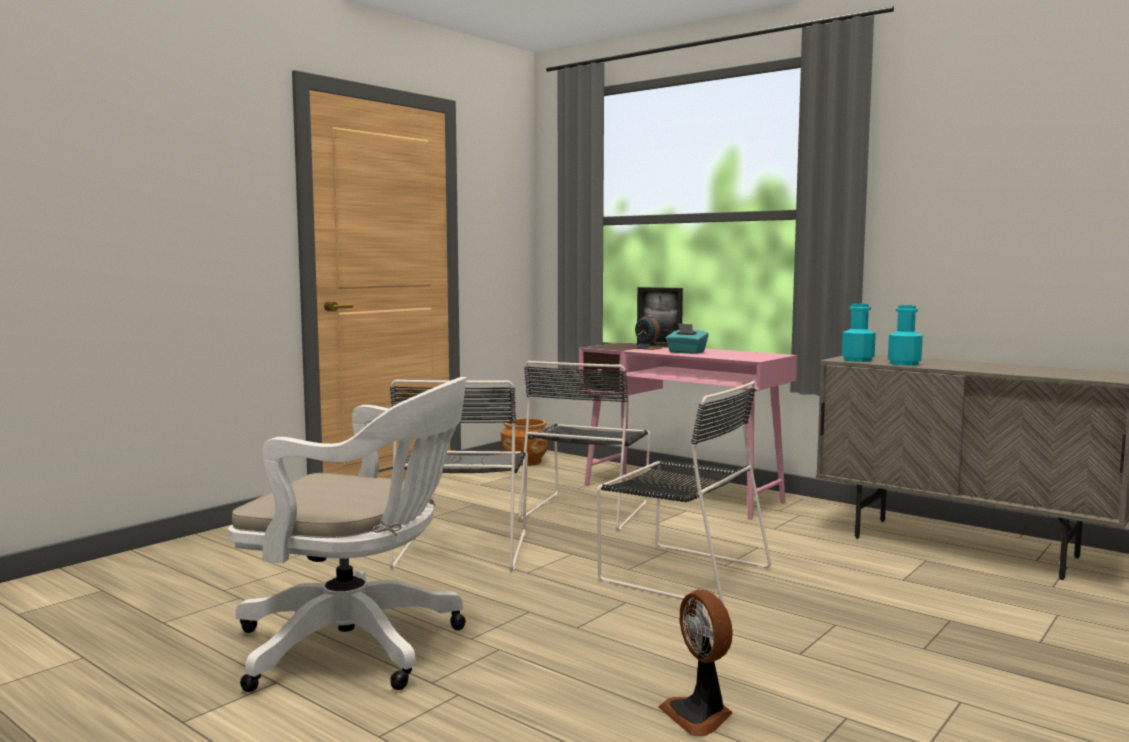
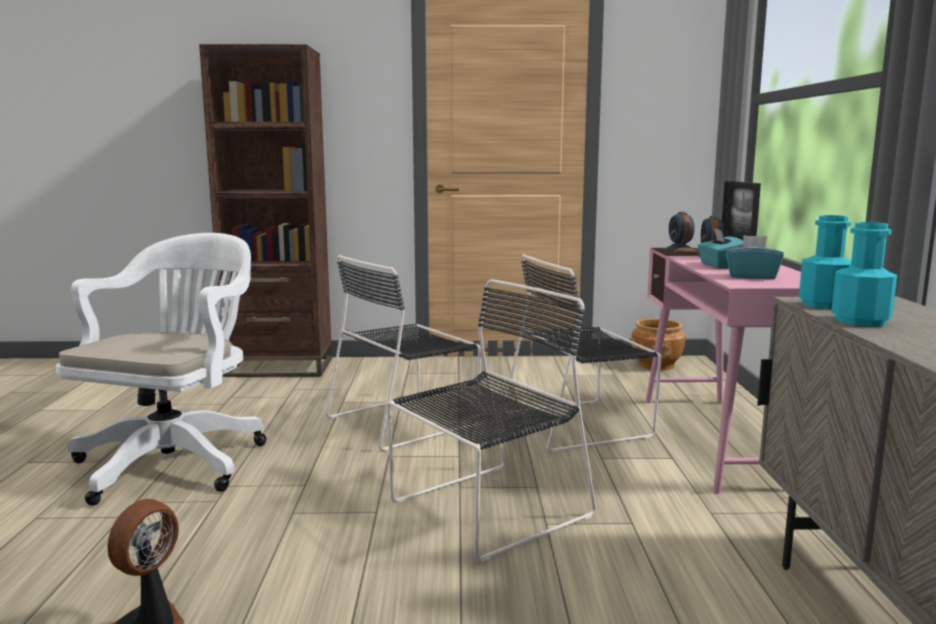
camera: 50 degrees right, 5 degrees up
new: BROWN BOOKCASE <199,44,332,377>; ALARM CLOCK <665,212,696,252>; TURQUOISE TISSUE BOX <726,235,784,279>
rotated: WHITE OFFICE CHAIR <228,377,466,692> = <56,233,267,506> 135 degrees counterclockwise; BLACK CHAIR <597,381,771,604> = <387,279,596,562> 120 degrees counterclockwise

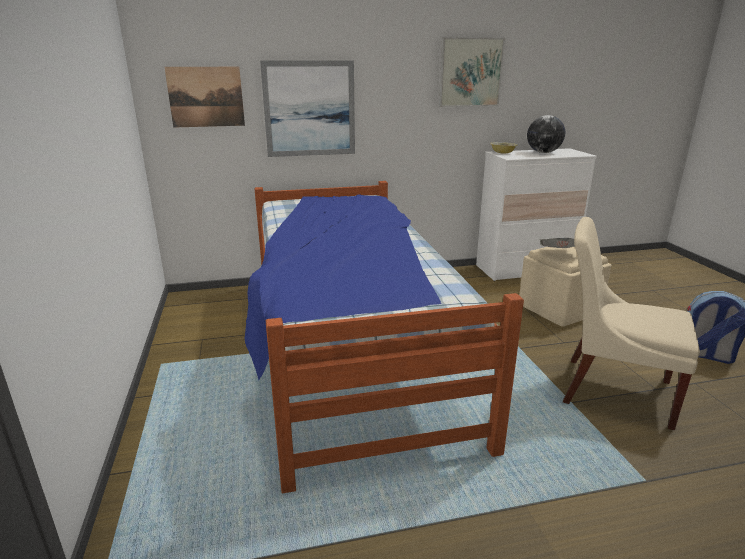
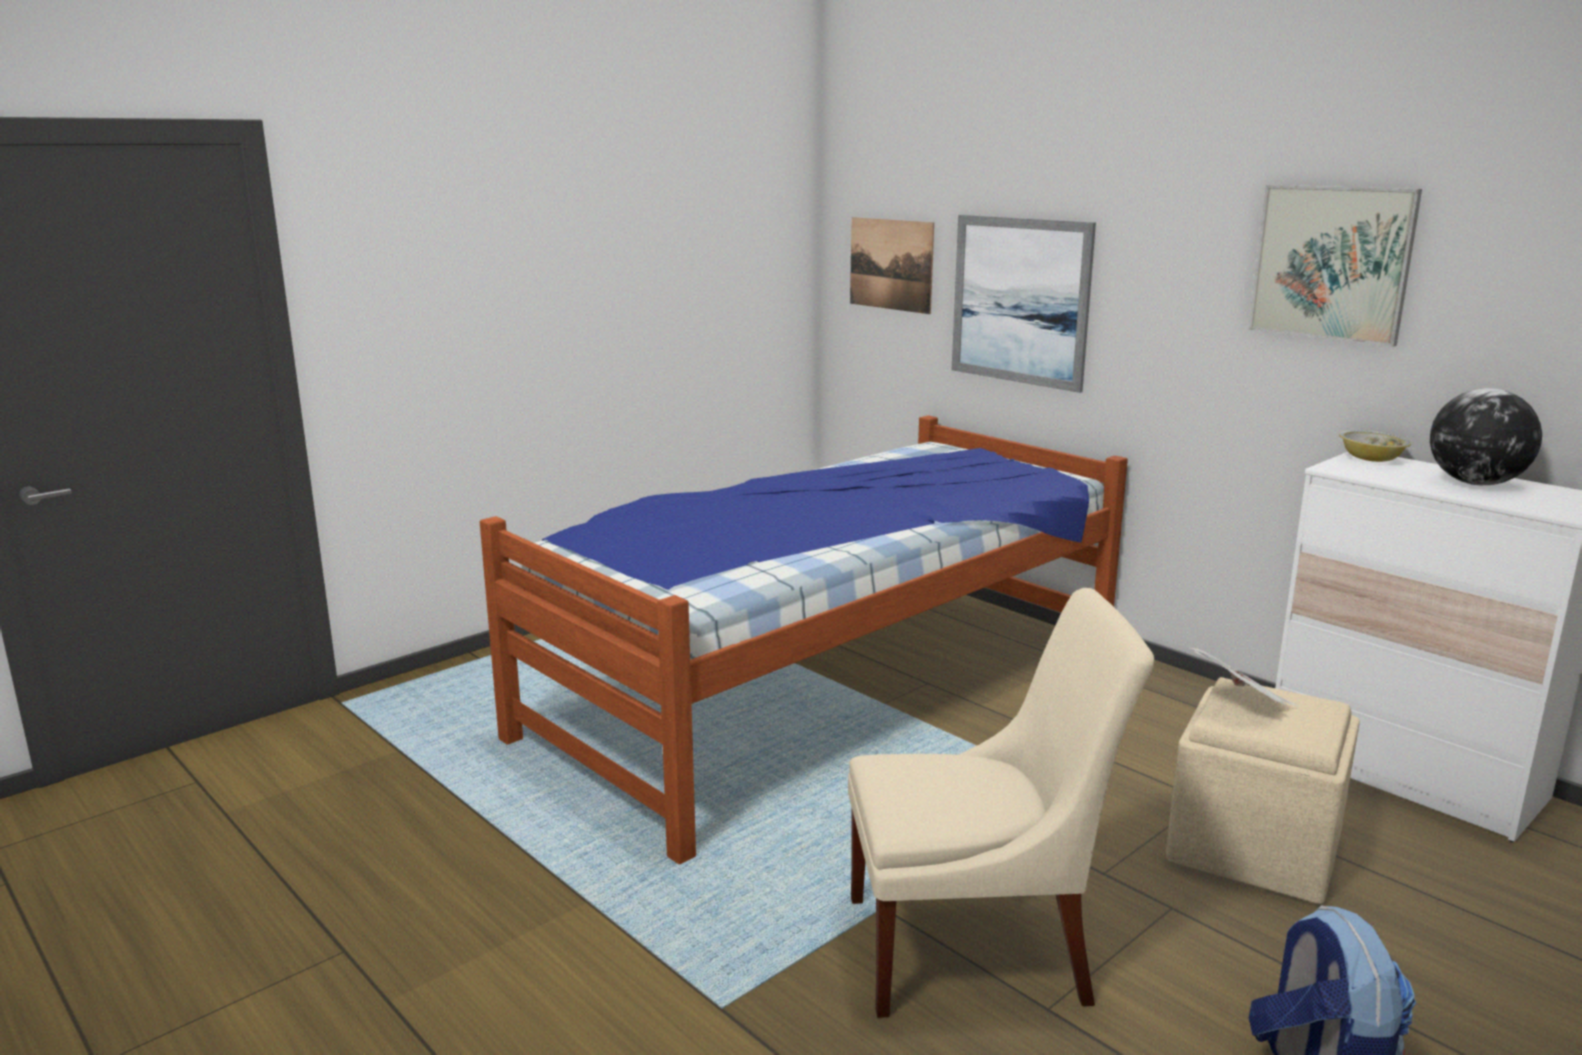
camera: 60 degrees right, 5 degrees down
rotated: BEIGE CHAIR <563,217,700,430> = <848,588,1154,1018> 90 degrees clockwise

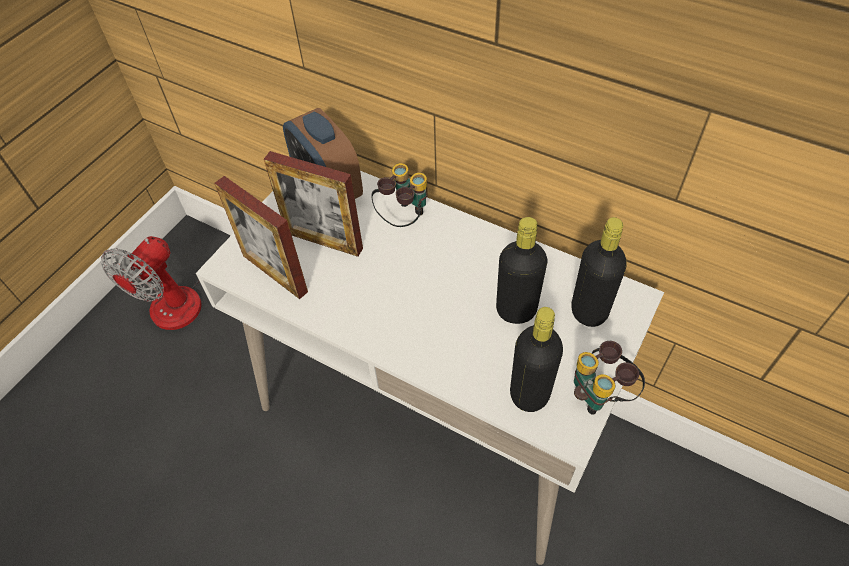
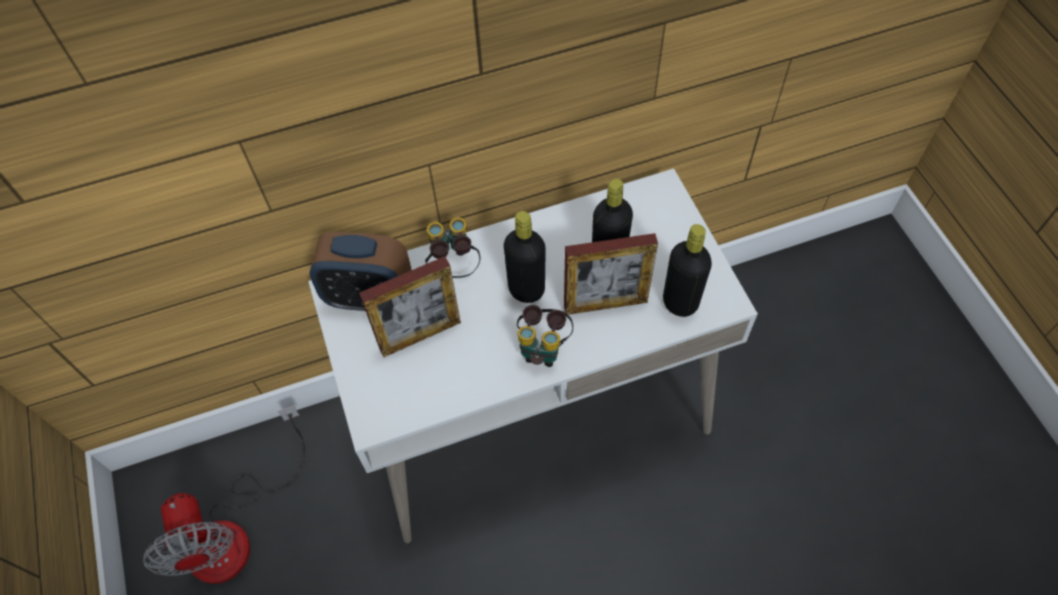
camera: 50 degrees left, 5 degrees up
shifted: PICTURE FRAME <214,176,308,299> to <564,233,658,315>; BLACK BOTTLE <571,217,627,327> to <504,211,546,303>; BINOCULARS <574,341,645,415> to <517,305,573,367>

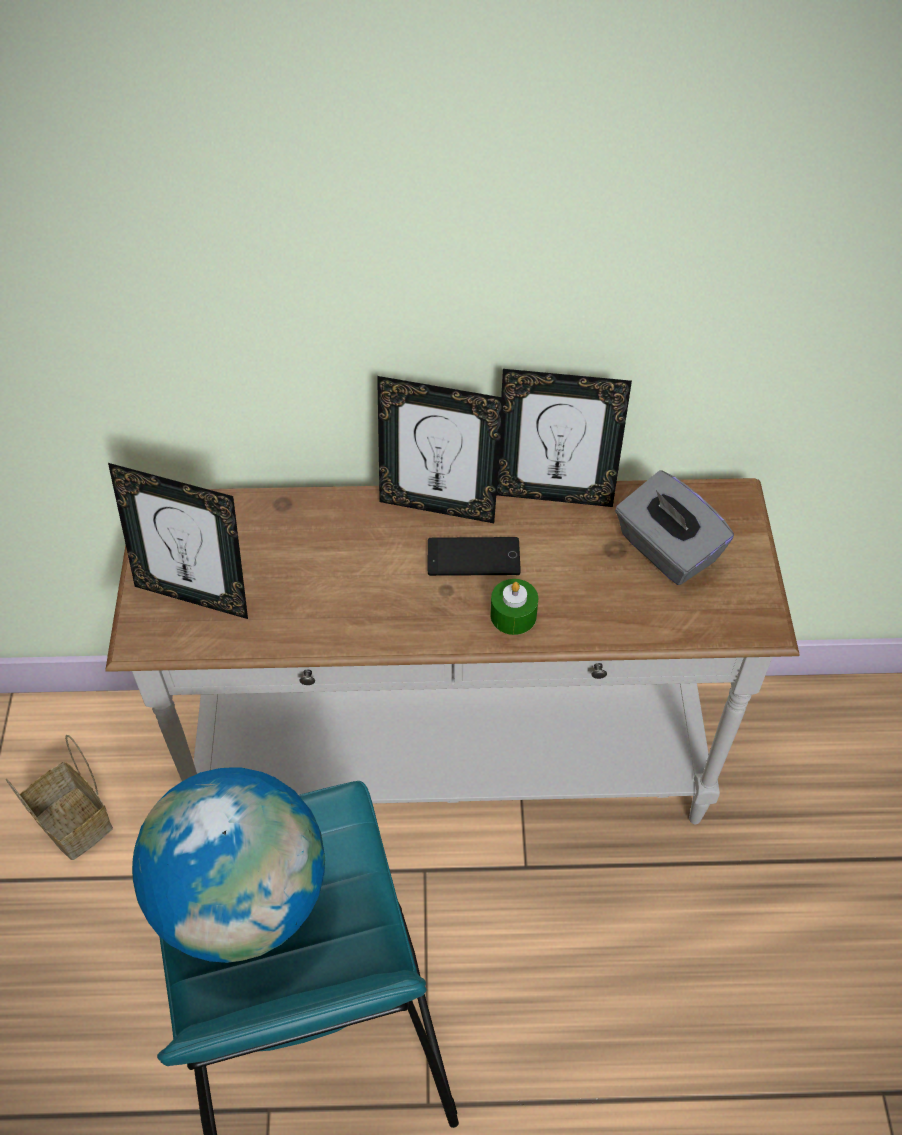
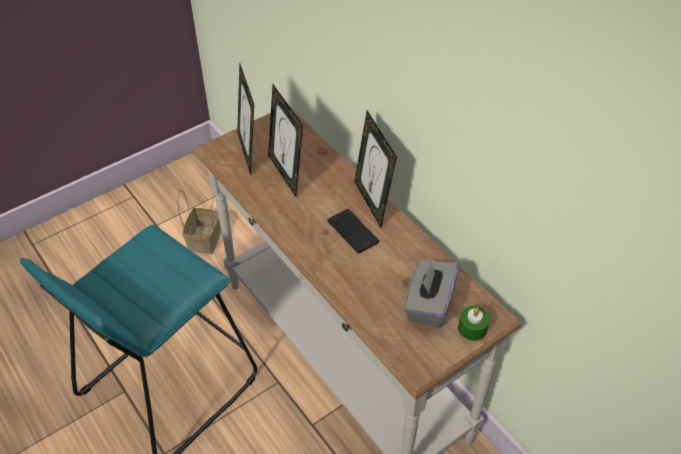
camera: 55 degrees right, 5 degrees down
gone: GLOBE <132,767,325,963>
shifted: GREEN CANDLE <490,579,538,635> to <458,306,490,341>; PICTURE FRAME <496,369,632,507> to <268,85,303,197>

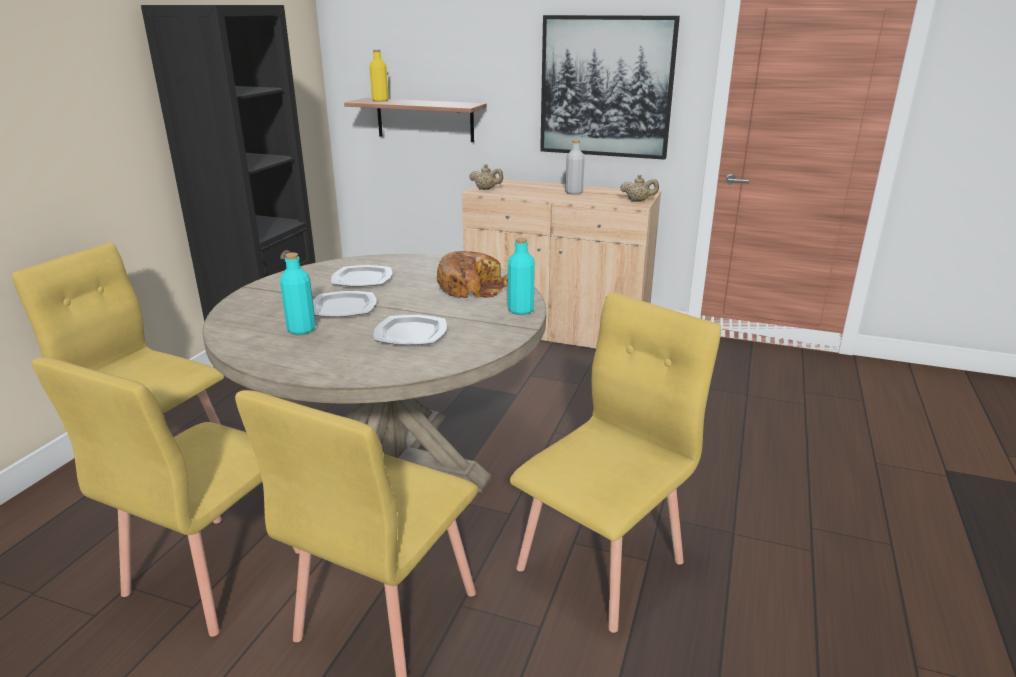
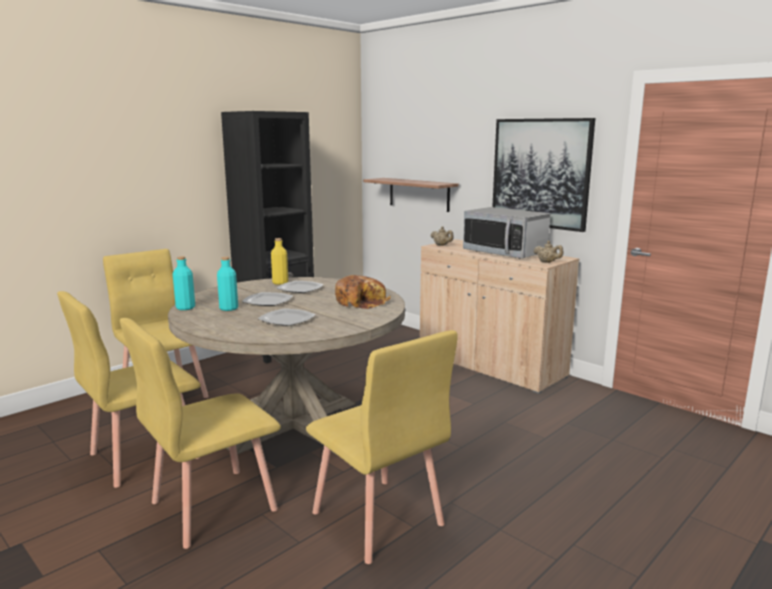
camera: 25 degrees right, 10 degrees down
shifted: YELLOW BOTTLE <369,49,389,102> to <271,238,288,285>; TURQUOISE BOTTLE <508,237,535,315> to <173,256,195,310>
swapped: GREY BOTTLE <565,140,585,195> to MICROWAVE <463,207,550,259>
rotated: YELLOW CHAIR <510,292,721,633> = <306,330,458,564> 75 degrees clockwise

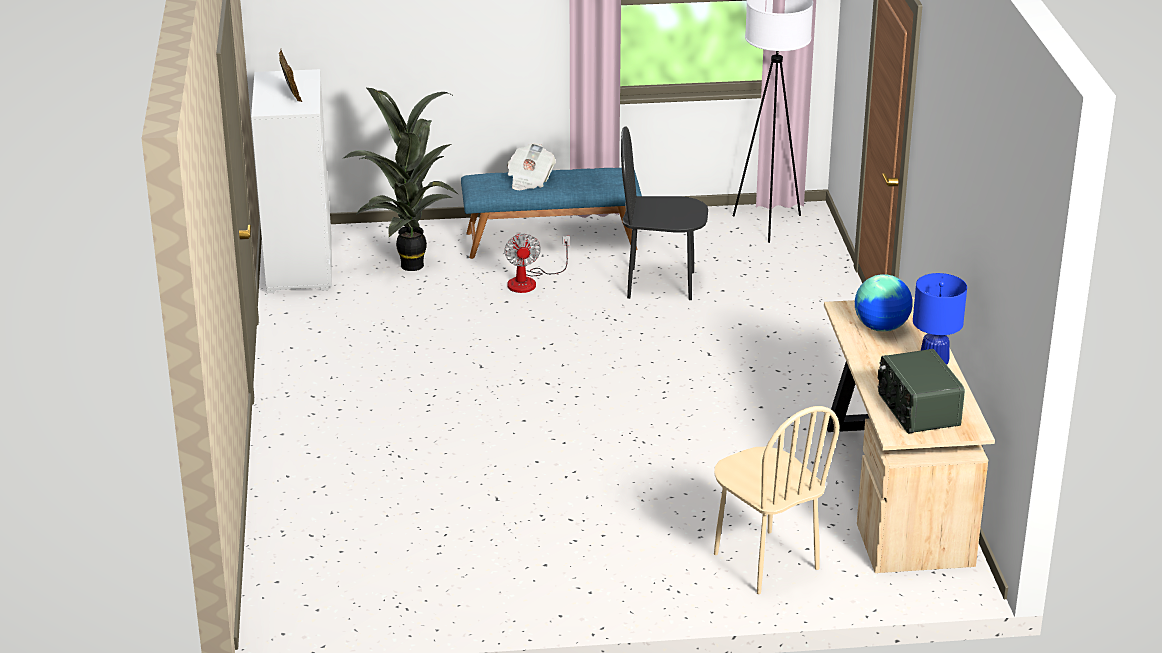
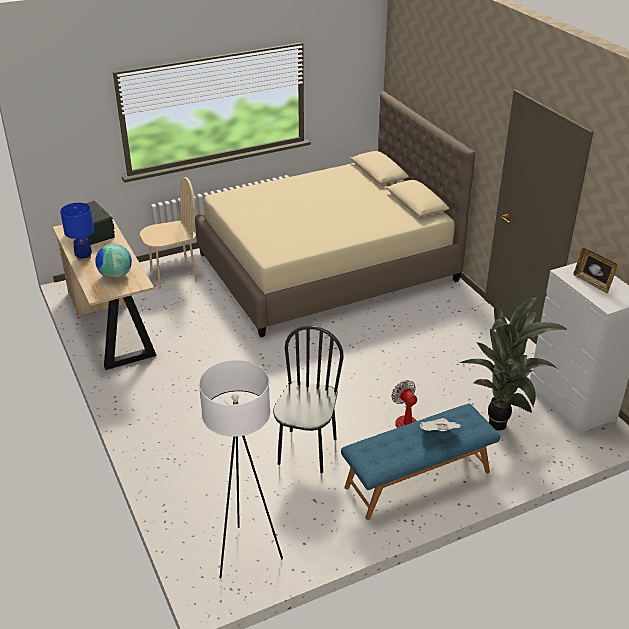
camera: 160 degrees right, 5 degrees up
new: BEIGE BED <195,91,475,337>
rotated: BLACK CHAIR <621,126,708,300> = <273,325,344,473> 60 degrees counterclockwise; BEIGE CHAIR <714,406,840,594> = <140,177,197,289> 120 degrees clockwise

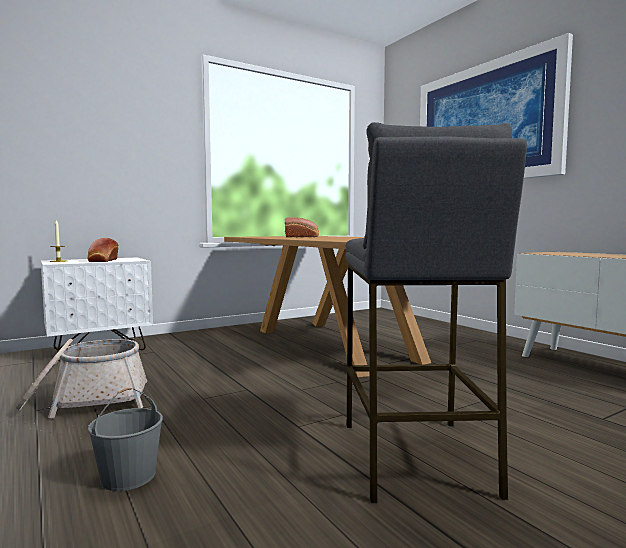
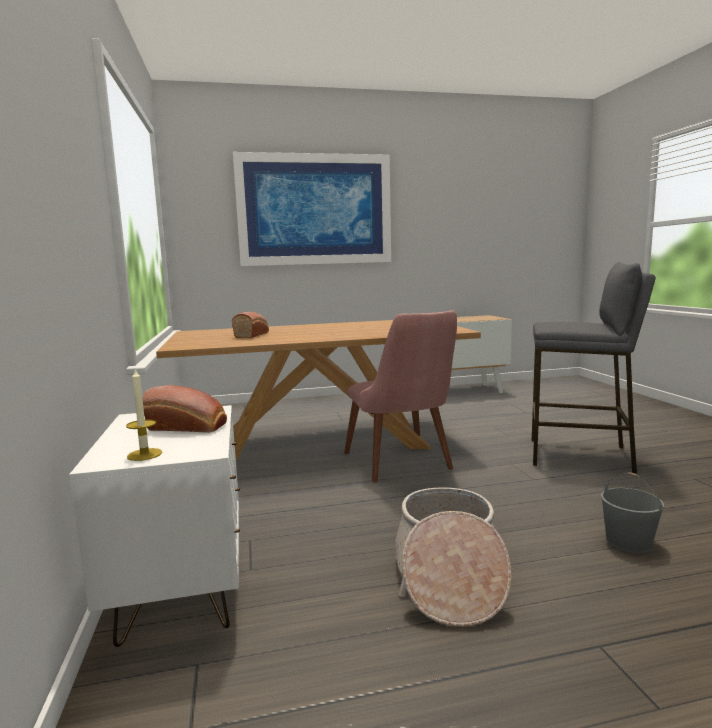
camera: 70 degrees left, 5 degrees up
new: PINK CHAIR <344,310,457,482>

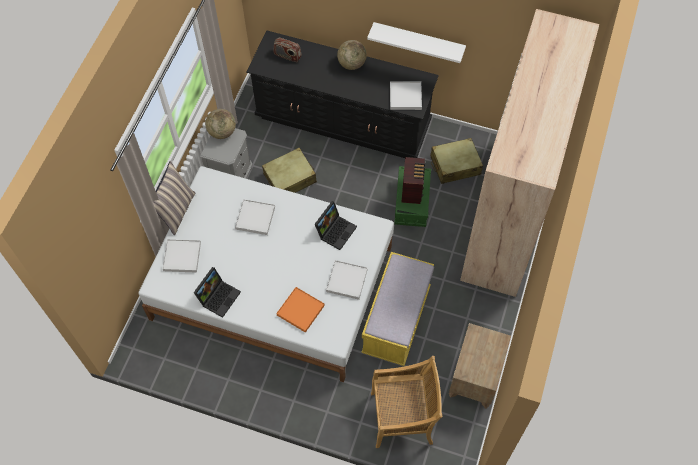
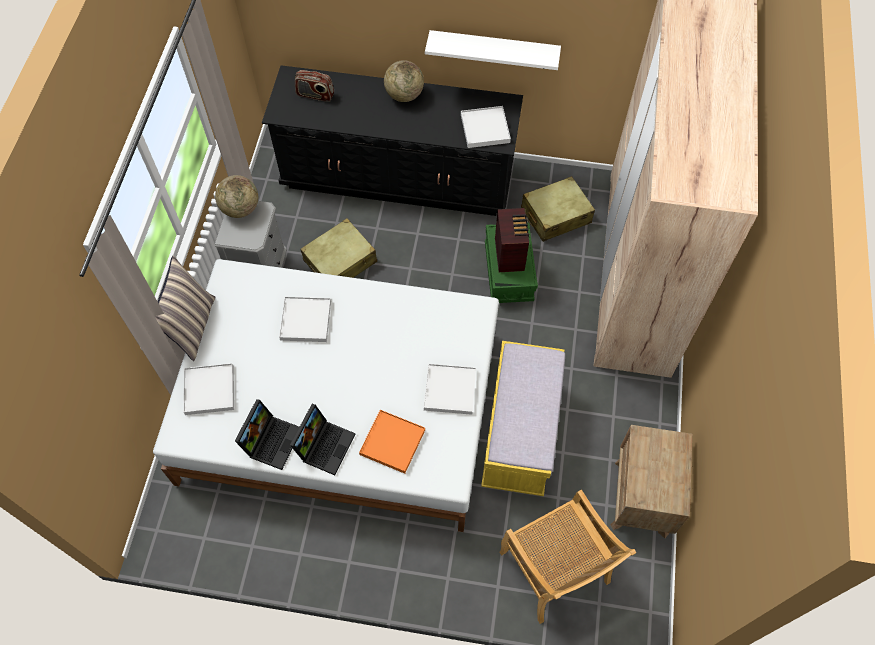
camera: 10 degrees left, 0 degrees up
shifted: LAPTOP <315,201,357,250> to <290,404,356,475>
rotated: BEIGE CHAIR <371,356,443,448> = <499,490,636,624> 75 degrees clockwise

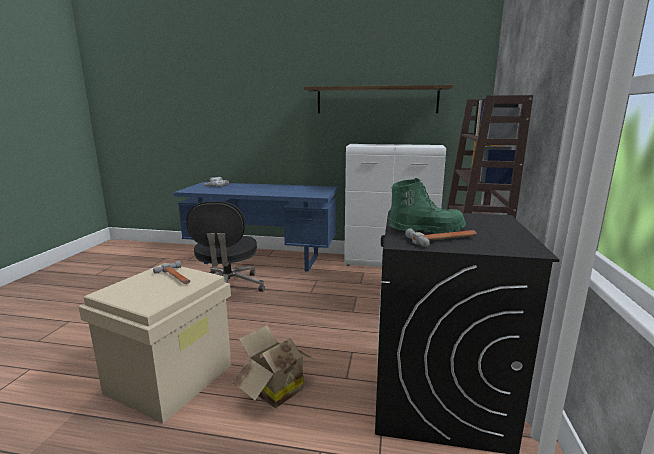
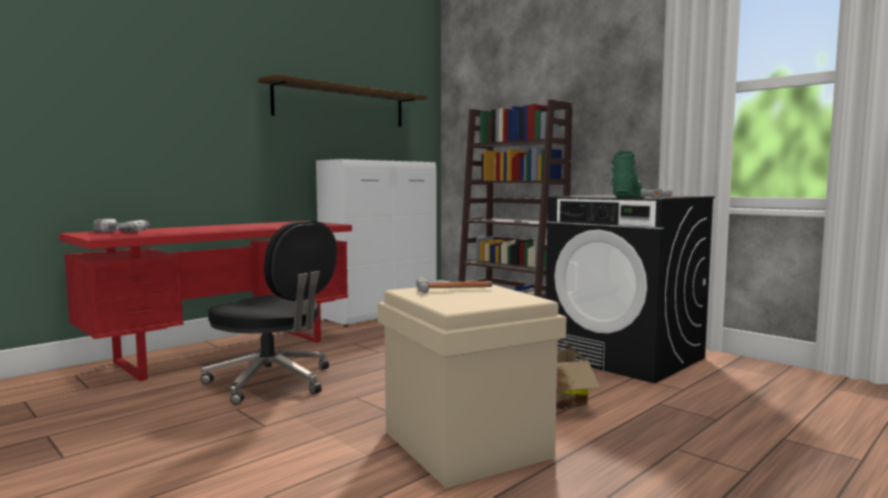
camera: 55 degrees left, 10 degrees down
repainted: BLUE DESK <173,182,338,272> to RED DESK <59,221,352,381>

